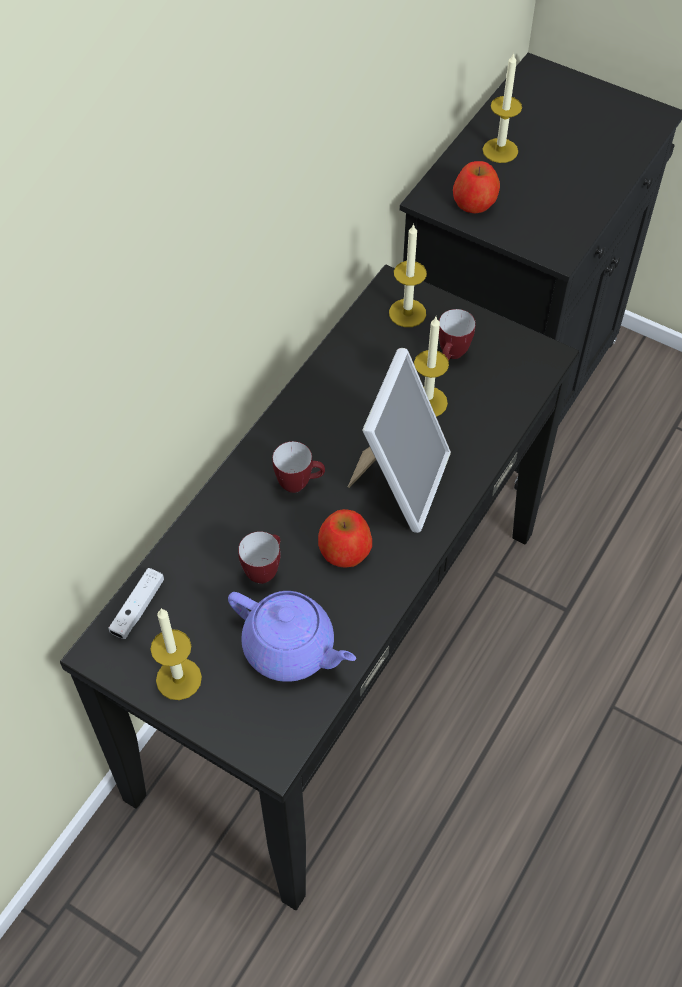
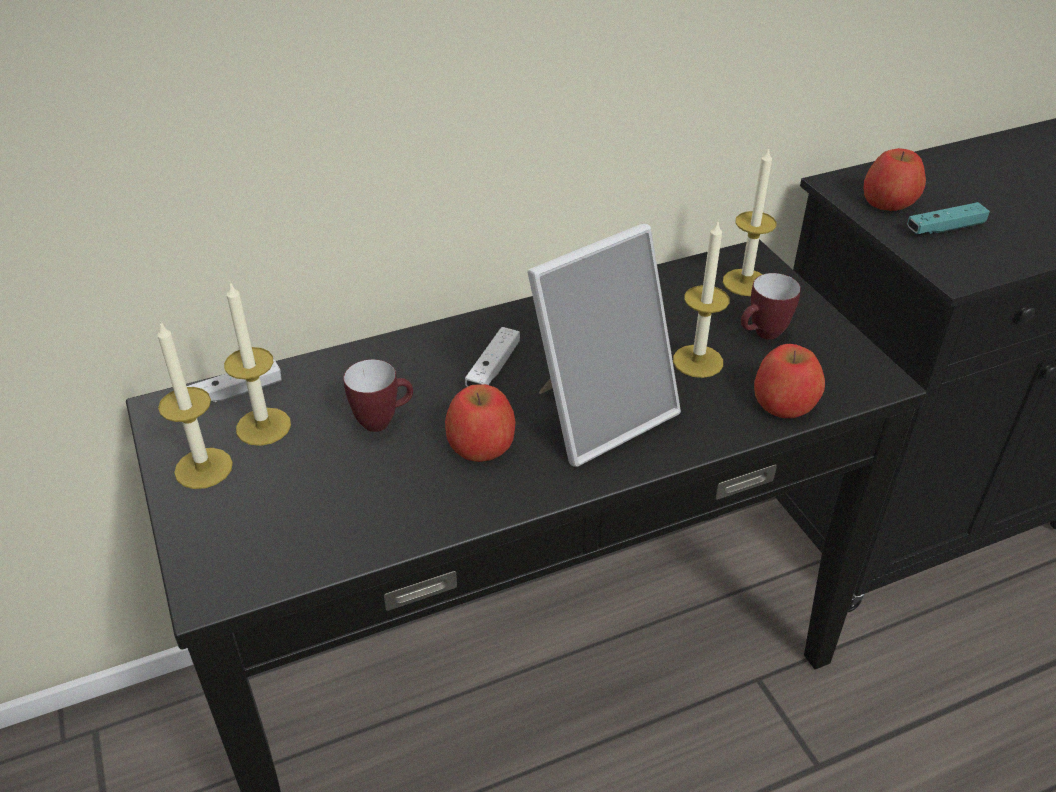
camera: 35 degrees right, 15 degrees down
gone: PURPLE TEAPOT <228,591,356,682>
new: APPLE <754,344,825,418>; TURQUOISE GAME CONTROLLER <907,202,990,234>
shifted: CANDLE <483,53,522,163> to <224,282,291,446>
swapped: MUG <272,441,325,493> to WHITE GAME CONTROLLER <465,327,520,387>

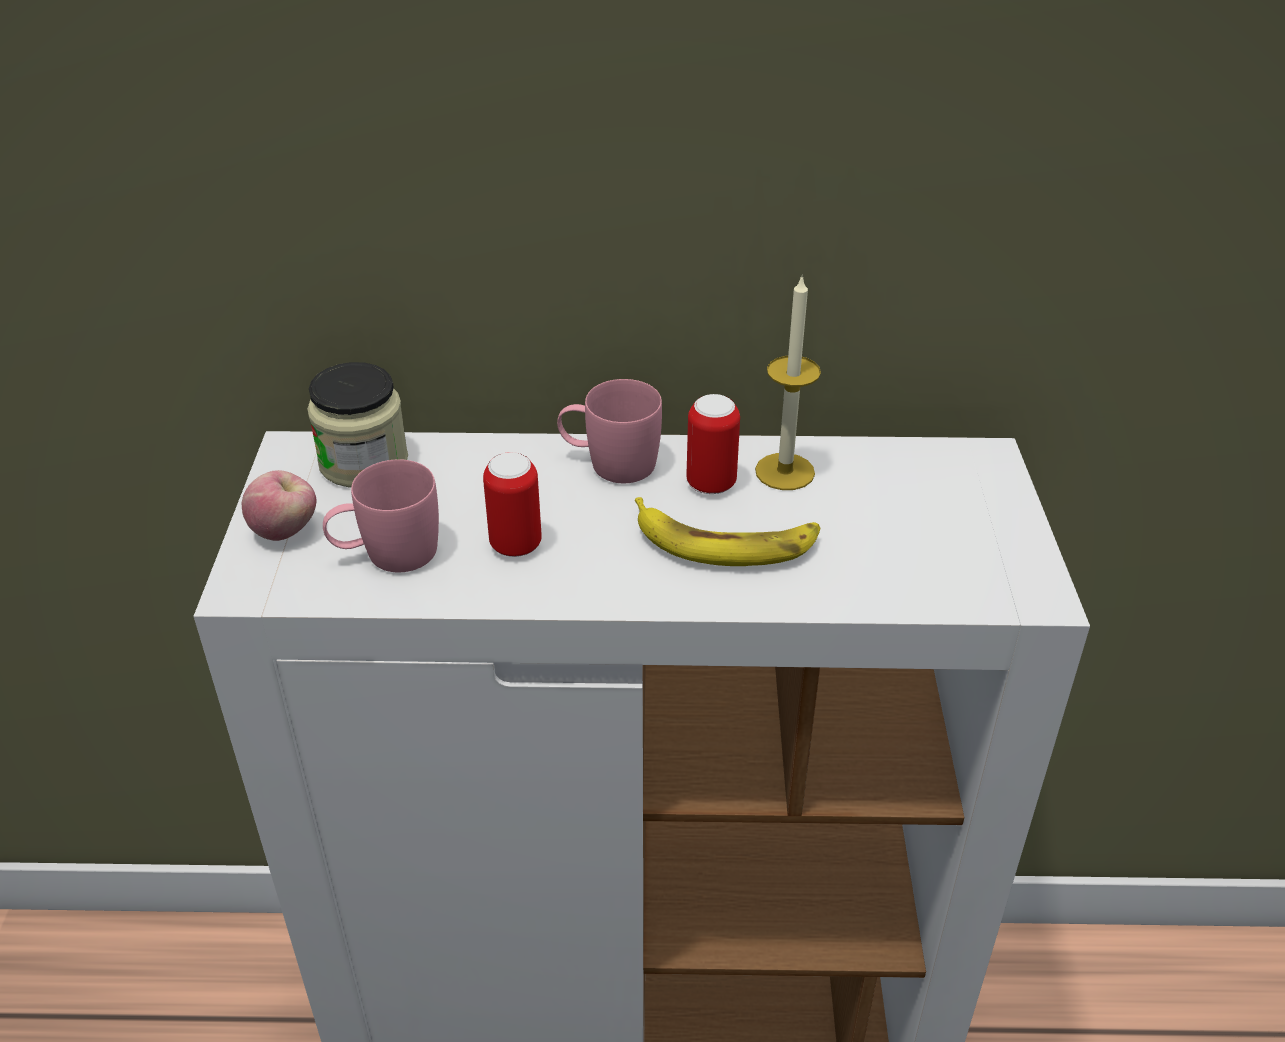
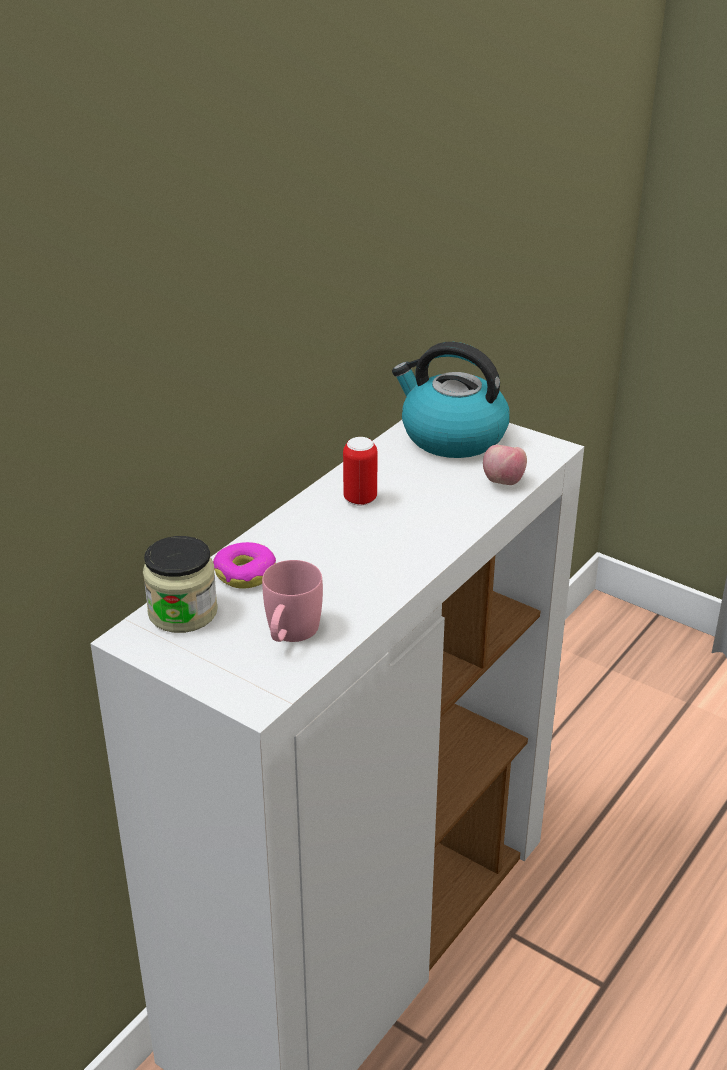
camera: 55 degrees left, 5 degrees down
gone: CAN <483,452,542,557>; PINK MUG <557,379,662,483>; BANANA <635,497,820,566>; CANDLE <755,274,821,490>
new: DONUT <213,542,276,589>; KETTLE <392,342,510,458>
shifted: APPLE <242,470,316,541> to <483,445,527,485>

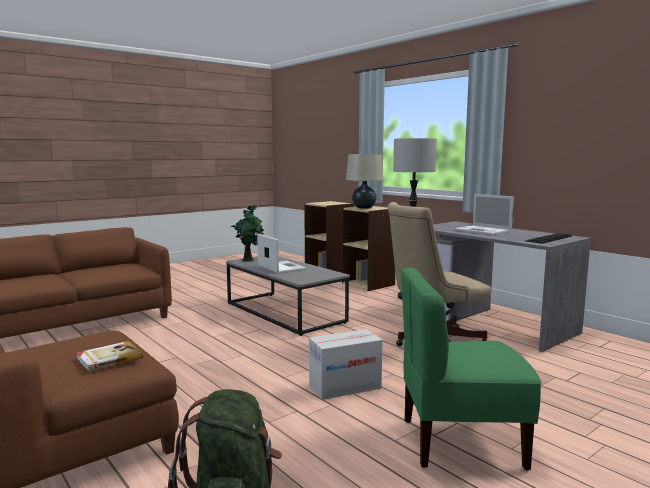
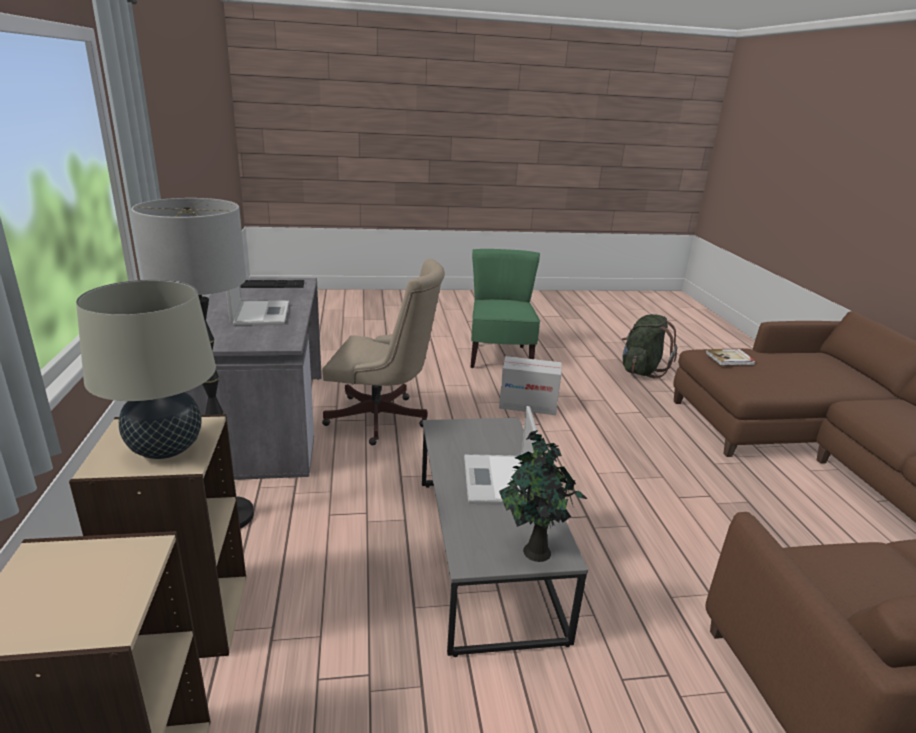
camera: 150 degrees left, 15 degrees up
rotated: GREEN CHAIR <401,267,542,470> = <471,249,540,368> 120 degrees counterclockwise

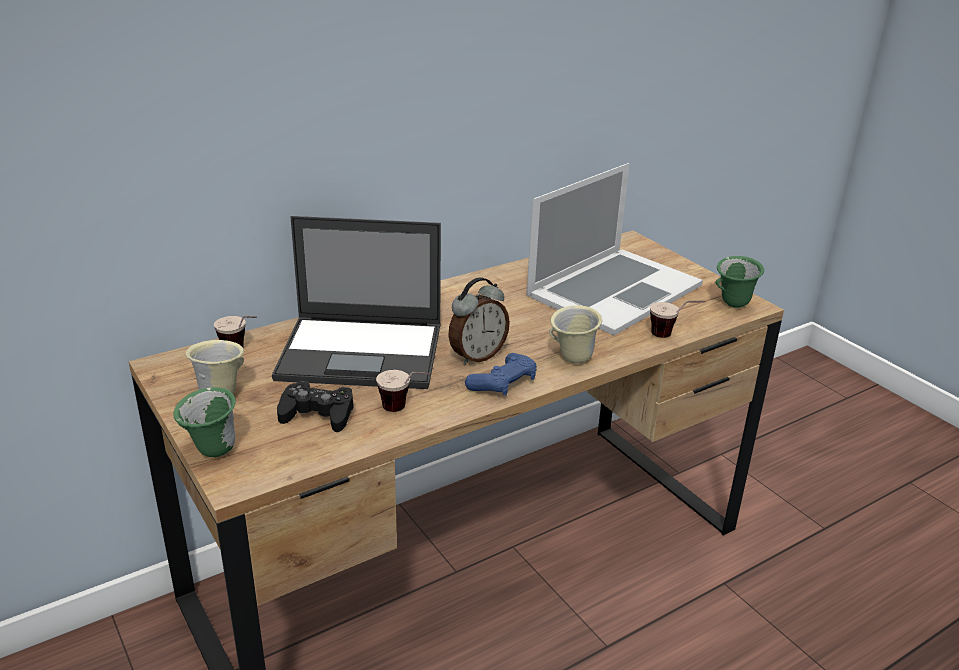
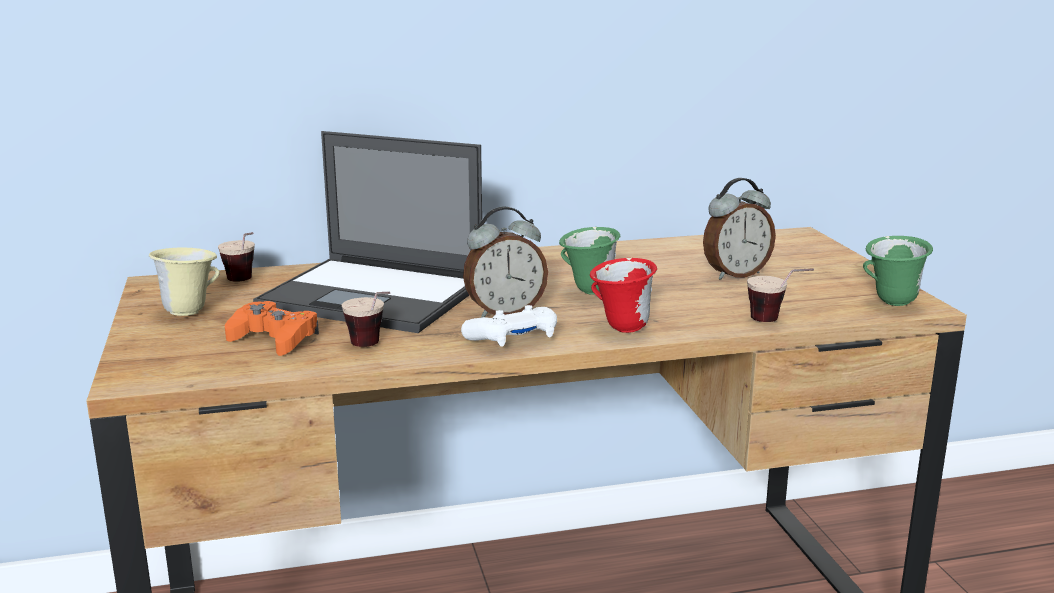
camera: 20 degrees right, 10 degrees down
shifted: GREEN MUG <174,387,236,457> to <559,227,620,295>
swapped: LAPTOP <527,163,703,336> to ALARM CLOCK <703,178,776,280>
repainted: BLACK GAME CONTROLLER <277,381,354,432> to ORANGE GAME CONTROLLER <225,301,319,356>; BLUE GAME CONTROLLER <465,353,537,396> to WHITE GAME CONTROLLER <461,305,557,347>; BEIGE MUG <549,305,602,364> to RED MUG <590,258,657,333>

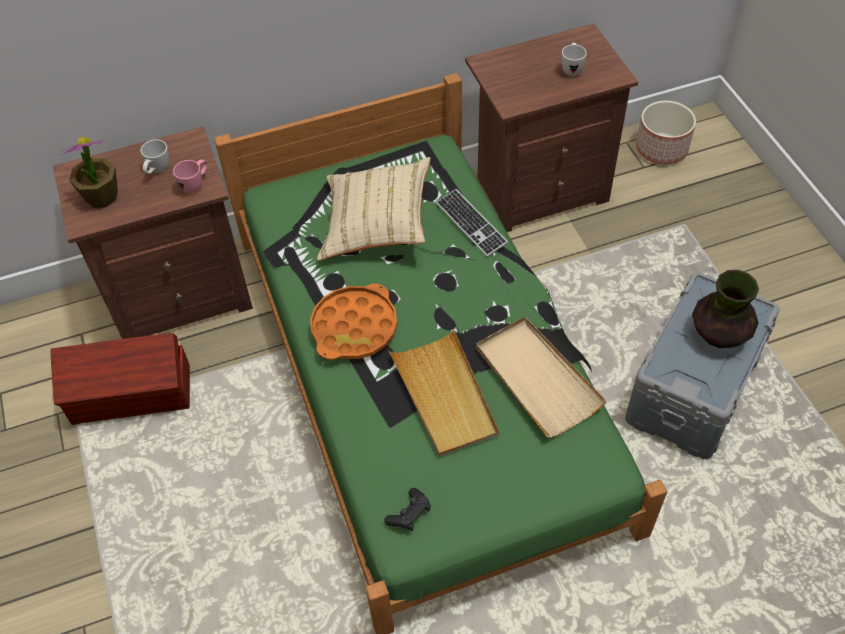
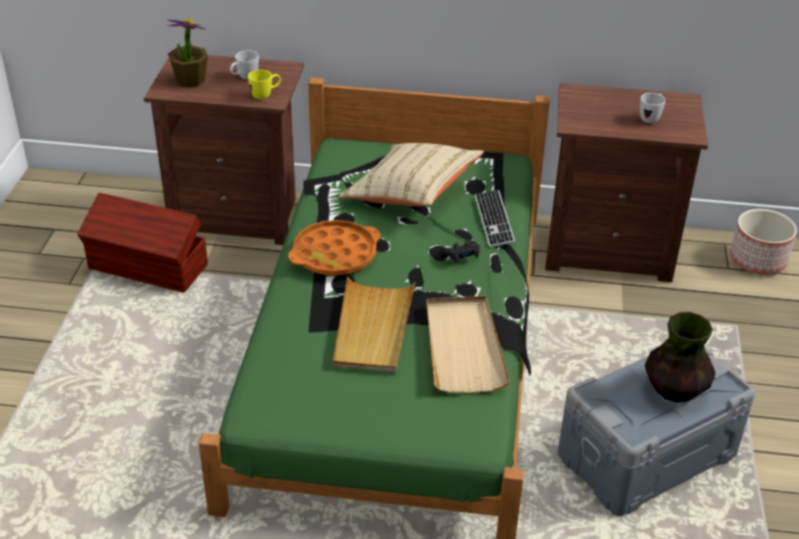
camera: 25 degrees right, 15 degrees down
shifted: BLACK GAME CONTROLLER <384,488,431,531> to <439,240,480,264>
repainted: PINK MUG <173,160,207,194> to YELLOW MUG <248,70,281,100>

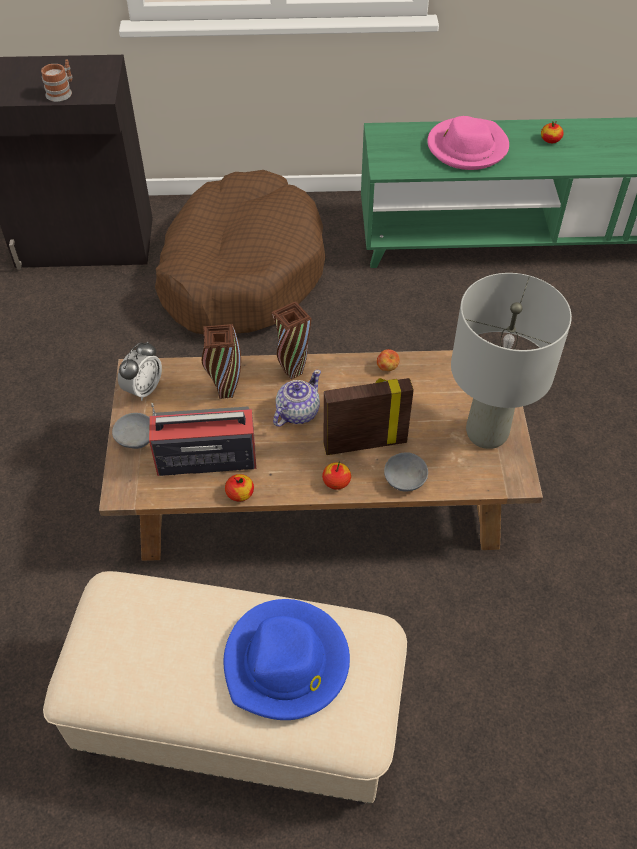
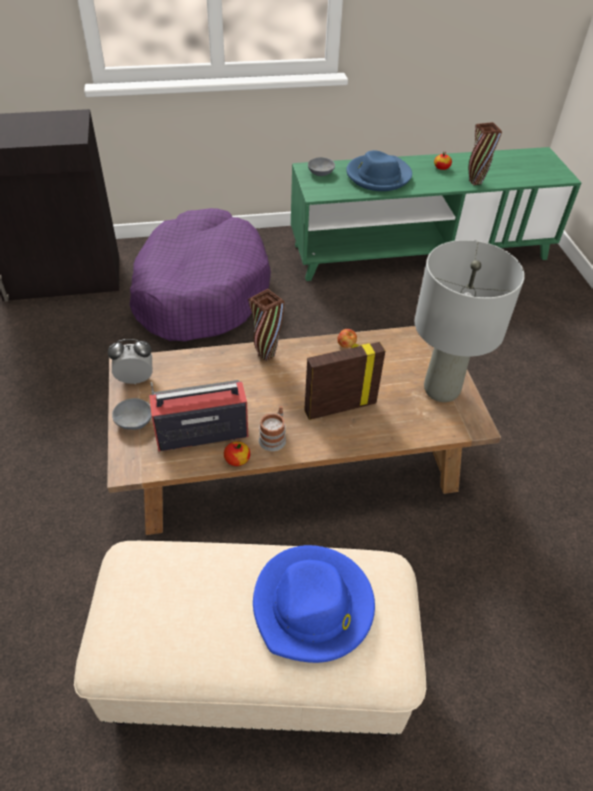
camera: 10 degrees left, 5 degrees down
gone: TEAPOT <273,370,321,427>; APPLE <322,461,351,490>
shifted: MUG <41,59,72,102> to <259,406,286,451>; BROWN VASE <202,324,241,399> to <469,122,502,185>; GREY BOWL <384,453,428,492> to <308,157,335,176>
repainted: BROWN DOG BED <155,170,325,334> to PURPLE DOG BED <130,208,271,342>; PINK HAT <427,116,509,170> to BLUE HAT <346,150,412,191>
rotated: ALARM CLOCK <118,341,162,401> = <108,339,152,384> 120 degrees counterclockwise

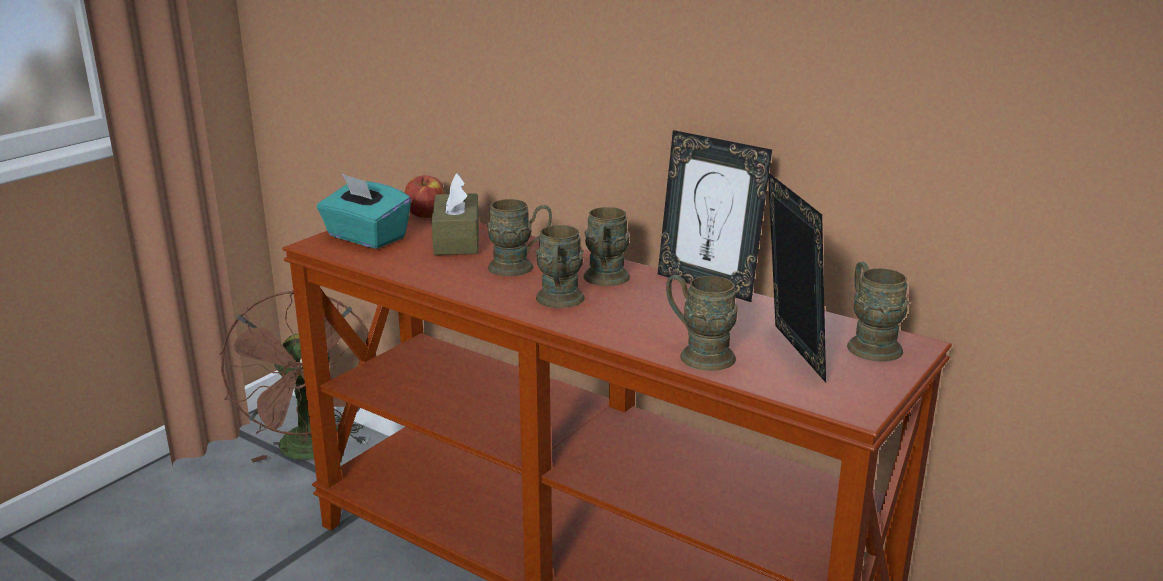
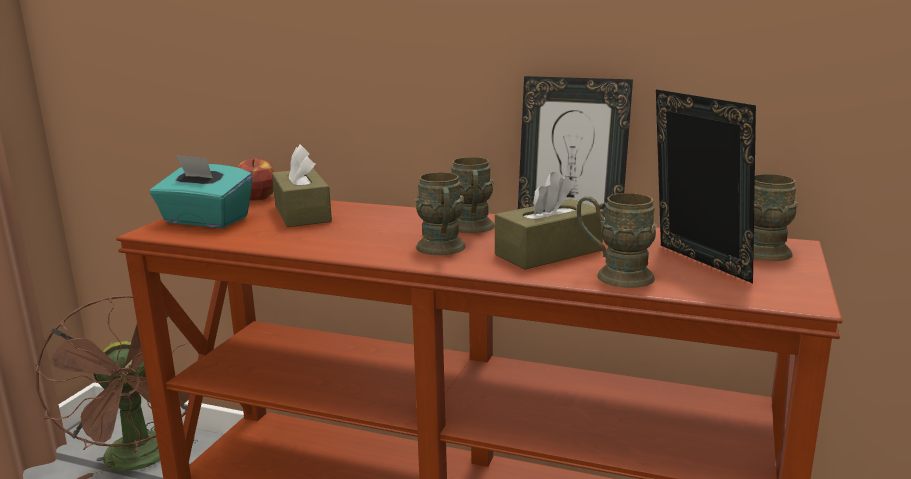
camera: 15 degrees left, 5 degrees down
gone: BROWN MUG <487,199,552,276>
new: BROWN TISSUE BOX <495,172,604,270>

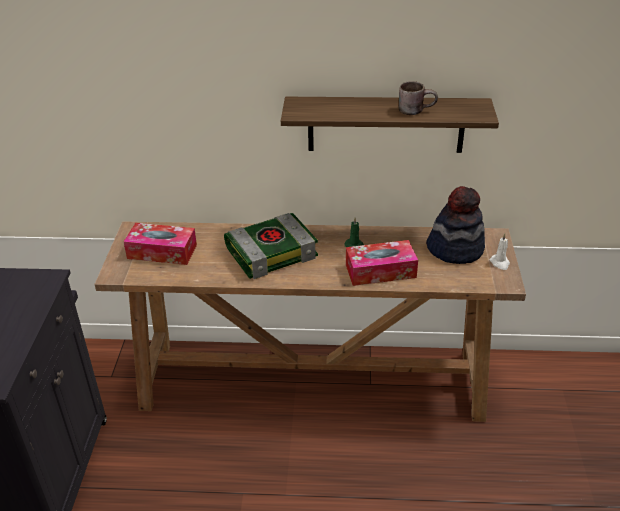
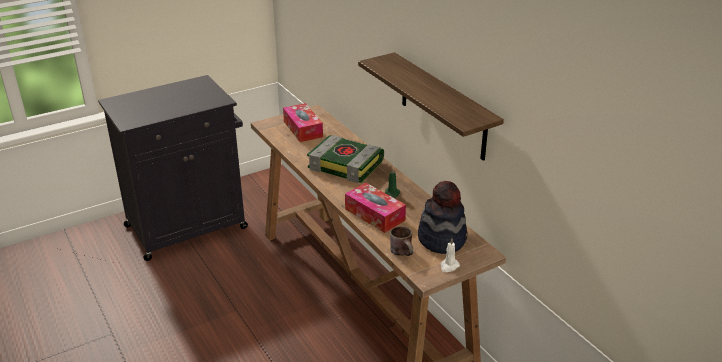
camera: 55 degrees right, 5 degrees down
shifted: BROWN MUG <399,81,438,115> to <390,226,413,256>

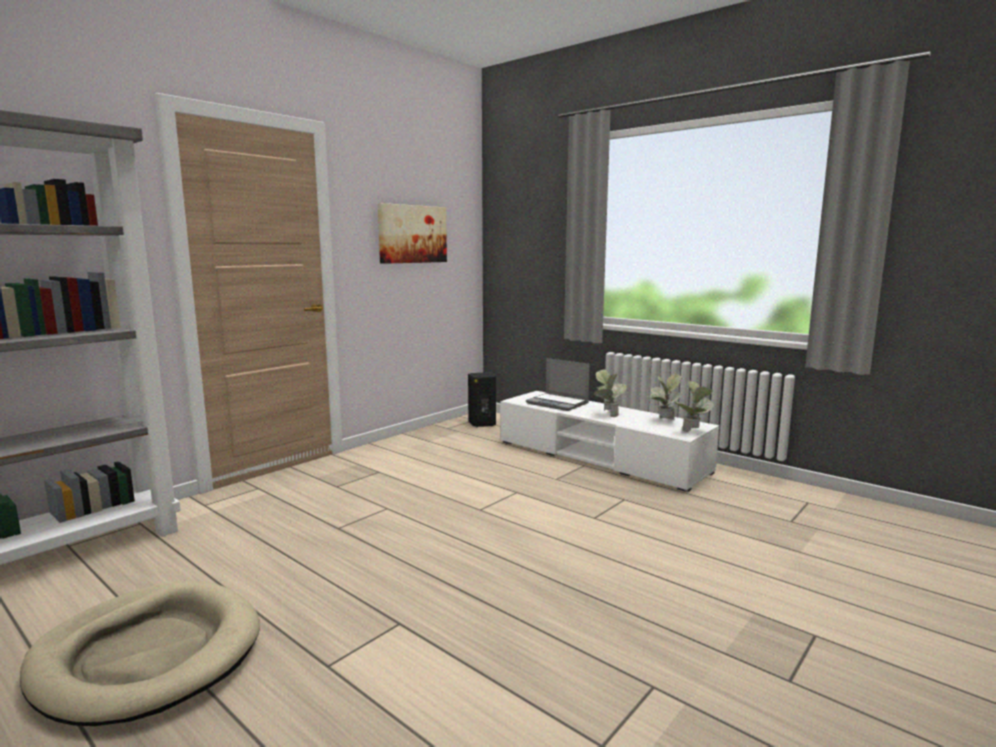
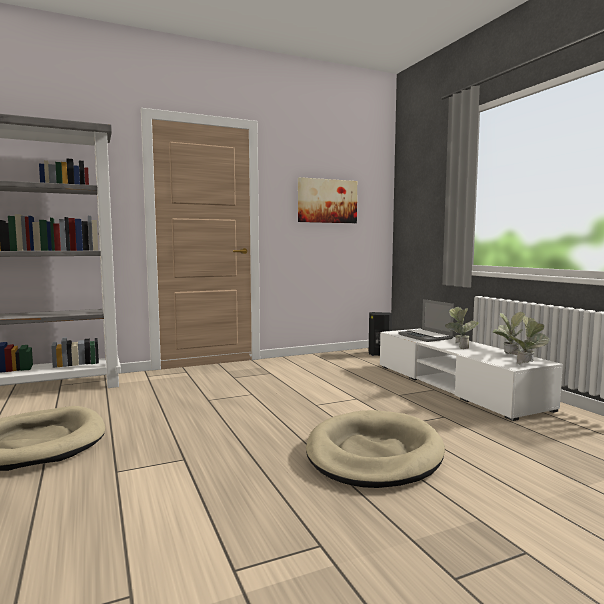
camera: 25 degrees right, 5 degrees down
new: BEIGE DOG BED <306,410,445,488>

